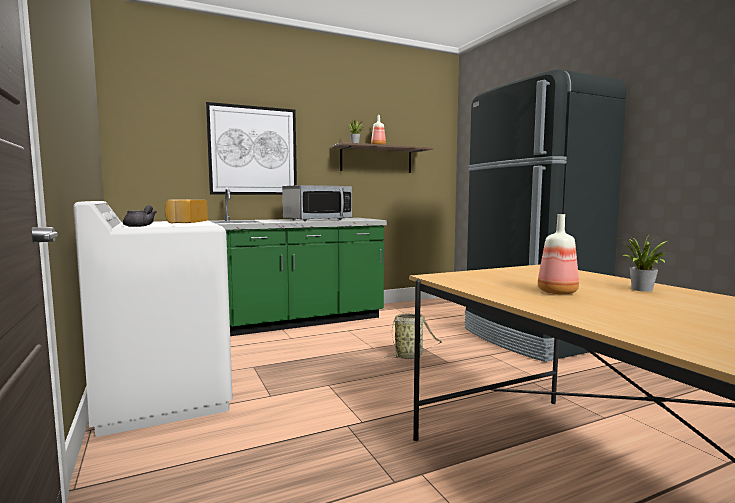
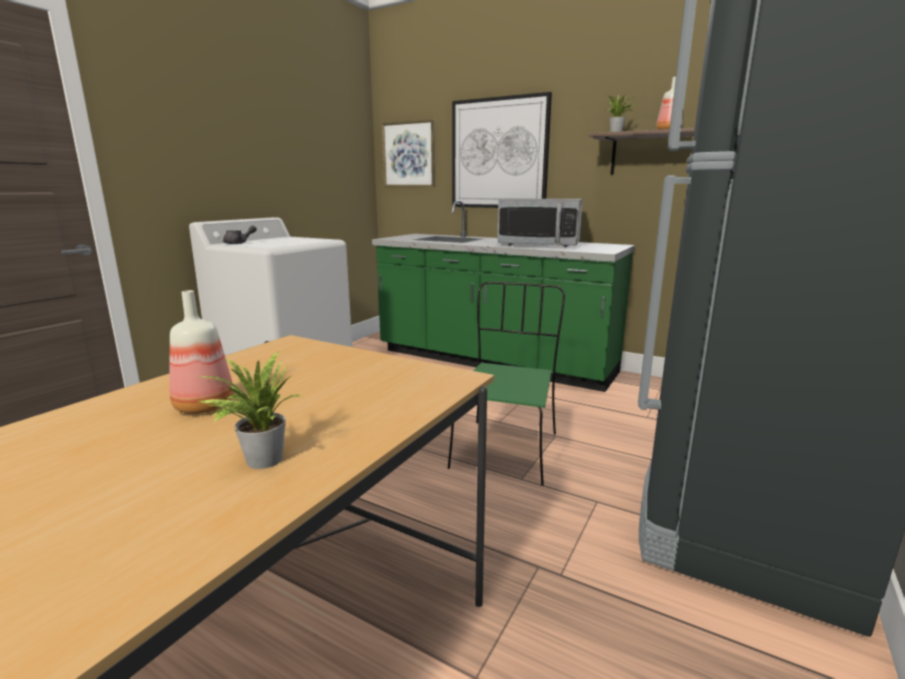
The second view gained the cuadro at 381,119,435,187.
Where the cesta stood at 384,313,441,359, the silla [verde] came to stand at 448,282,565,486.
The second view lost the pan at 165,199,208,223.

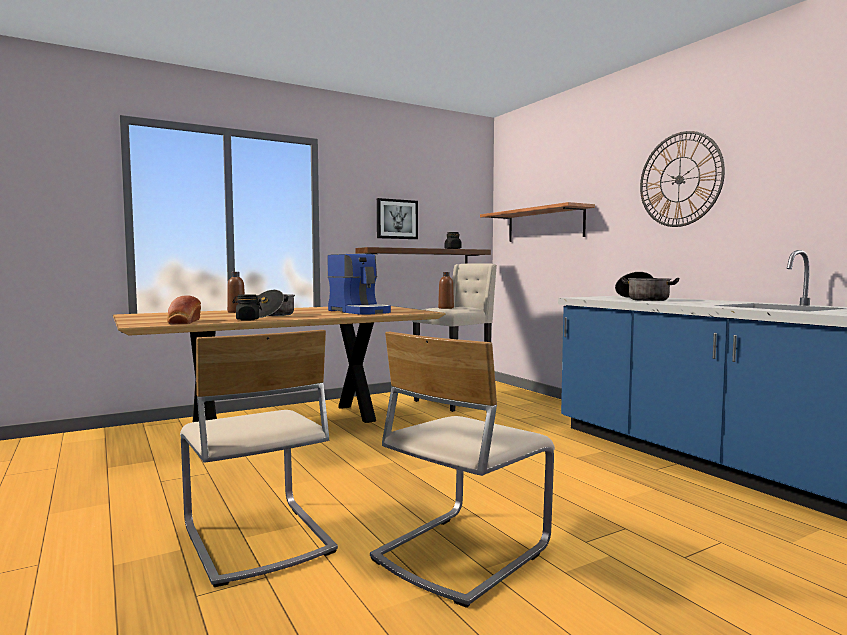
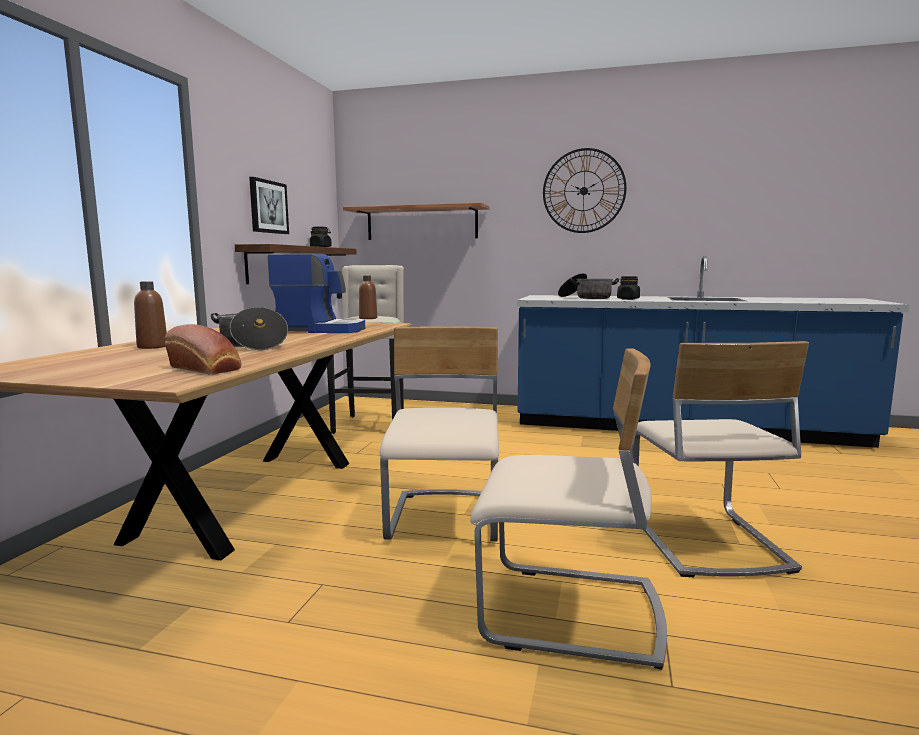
The second view gained the silla [beis] at 380,326,499,541.
The tarro [negro] ended up elsewhere, having gone from 232,294,262,321 to 617,276,640,300.

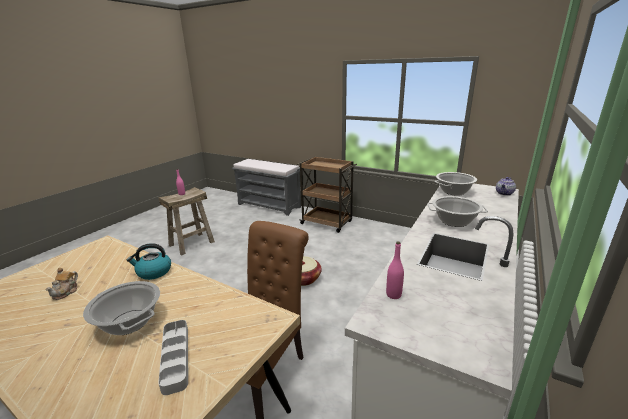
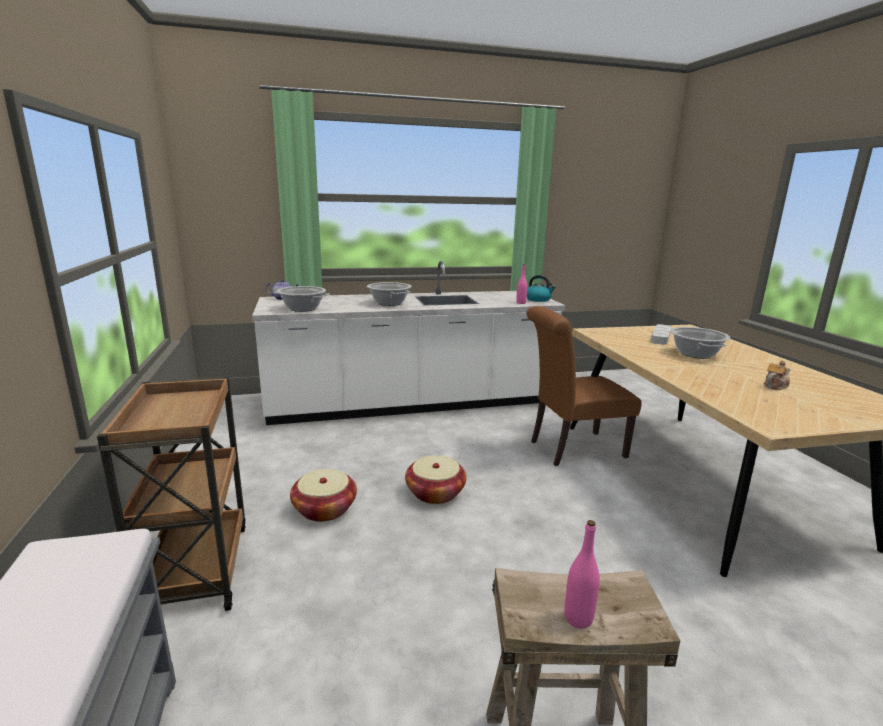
The second view gained the cesta at 290,469,357,522.
The hervidor ended up elsewhere, having gone from 127,243,171,280 to 527,275,556,302.

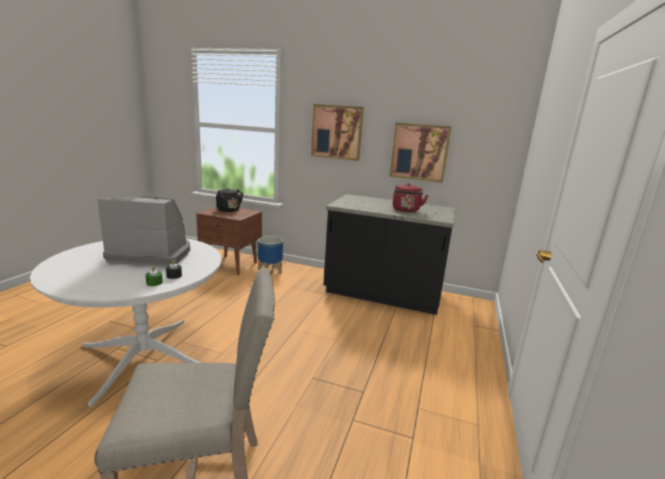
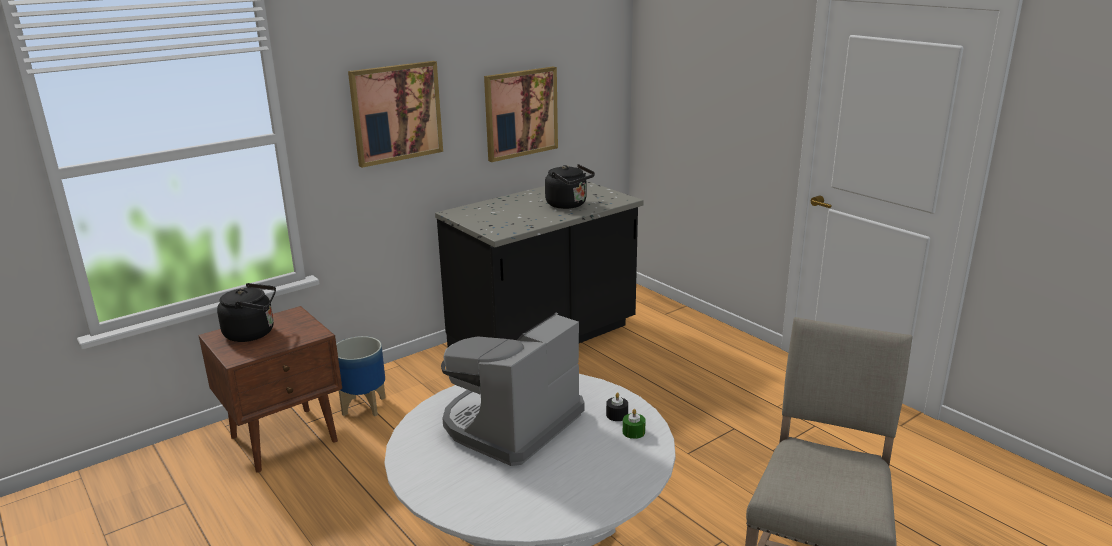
What was the hervidor [rojo] at 393,183,428,212 turned into the hervidor [negro] at 545,164,595,209.

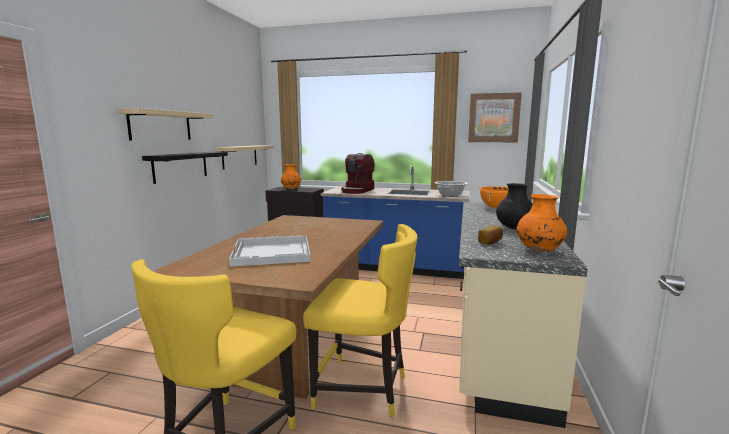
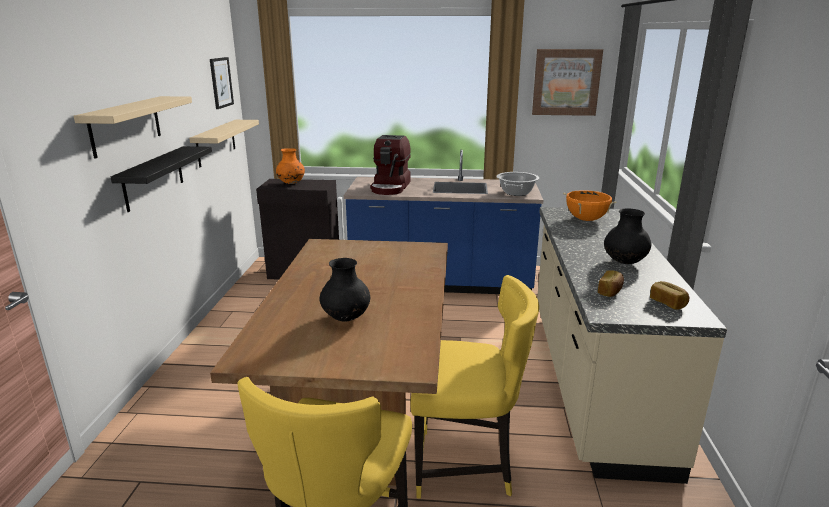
The second view gained the cuadro at 210,57,234,109.
Where the bandeja [blanco] stood at 229,235,310,267, the florero [negro] came to stand at 319,258,370,322.
Where the florero [naranja] stood at 517,194,567,252, the pan came to stand at 650,281,689,310.

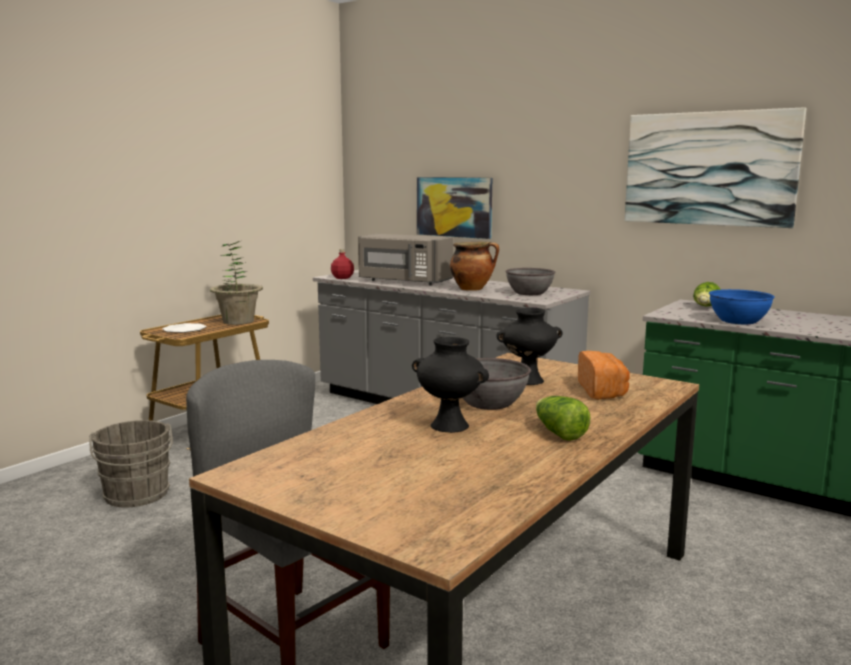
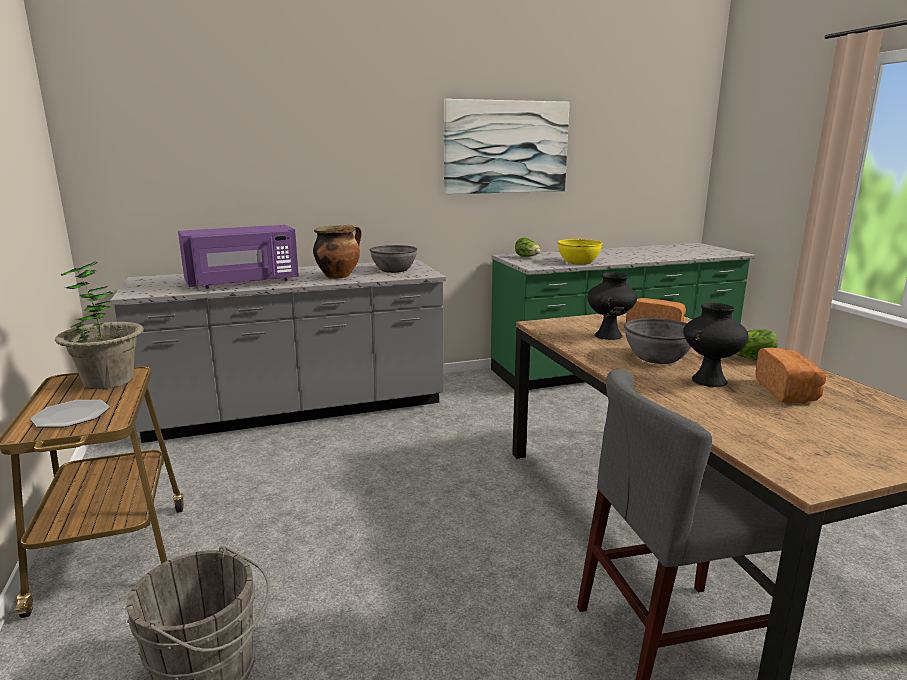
What was the microondas [gris] at 358,234,453,285 turned into the microondas [morado] at 178,225,299,289.
What was the cuenco [azul] at 709,289,775,324 turned into the cuenco [amarillo] at 557,239,603,265.
The second view gained the pan at 755,348,826,404.
The second view lost the botella [rojo] at 331,249,354,279.
The second view lost the cuadro at 417,177,492,239.

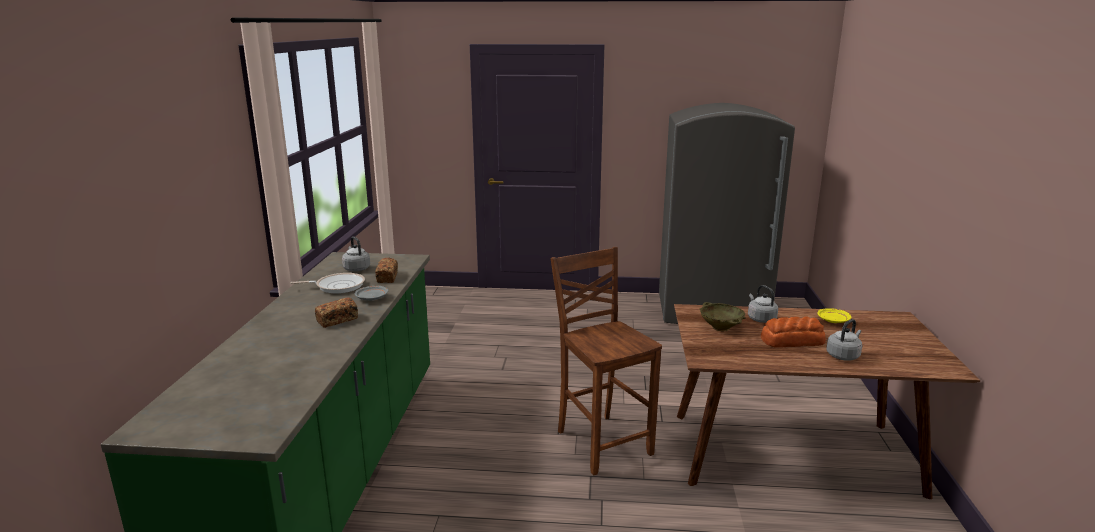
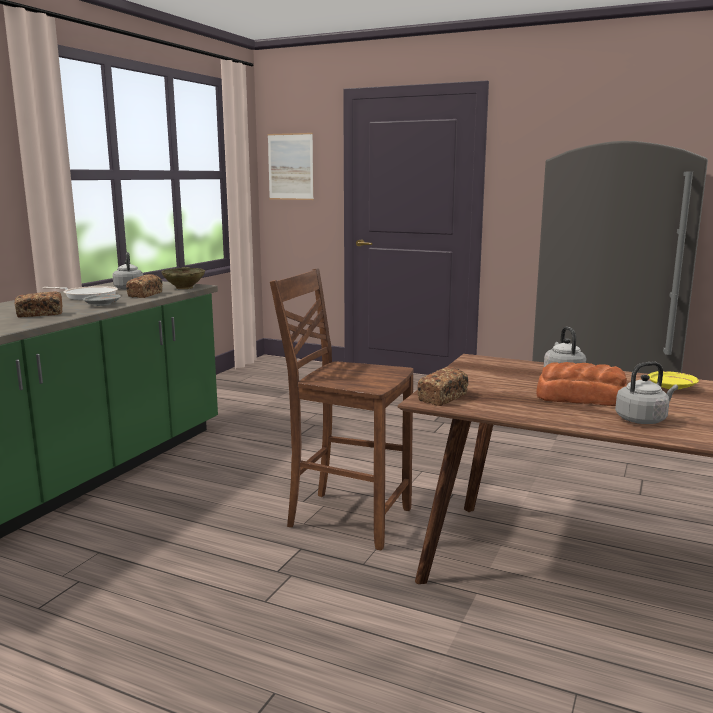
The cuenco [beis] ended up elsewhere, having gone from 700,302,746,331 to 161,267,205,289.
The second view gained the cuadro at 267,133,314,200.
The silla [marrón] at 551,247,662,475 ended up facing another way, 60 degrees counterclockwise from before.
The second view gained the pan at 417,367,468,406.

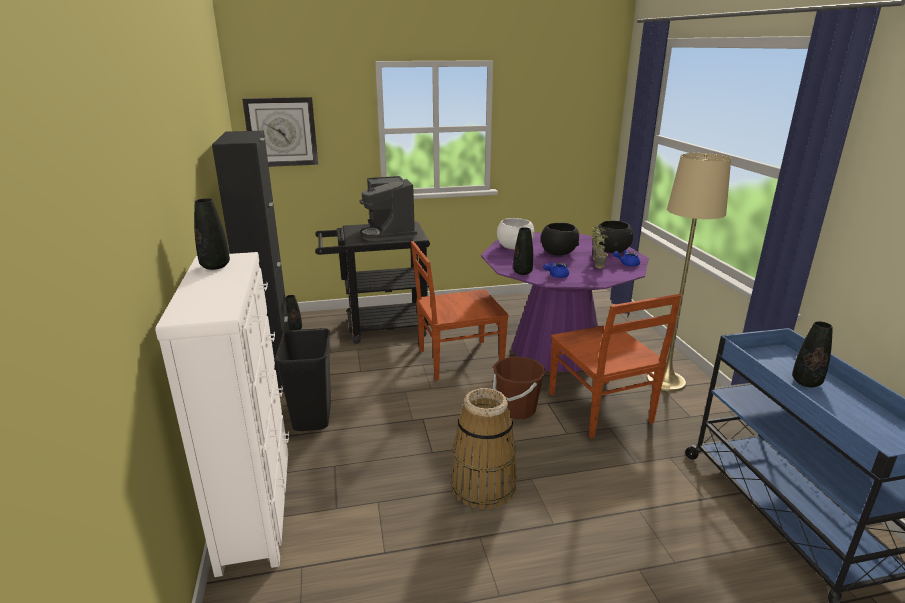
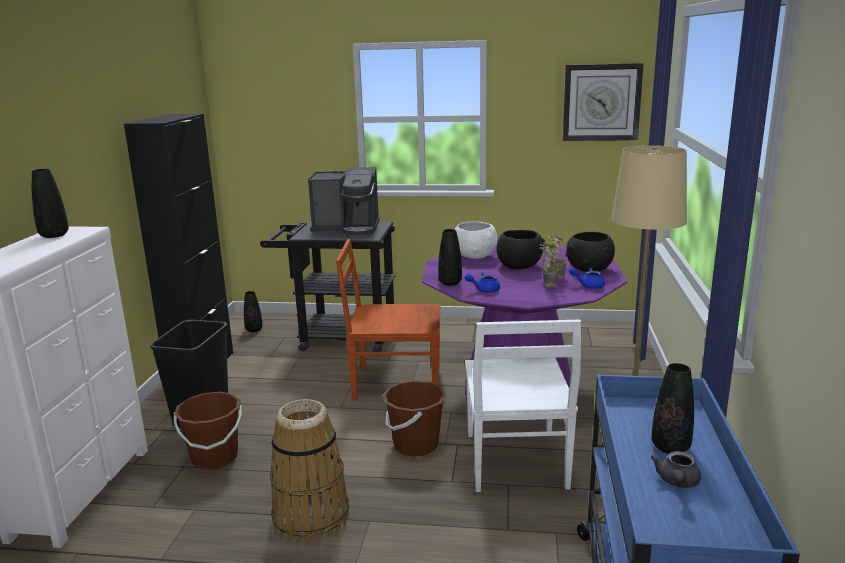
The second view gained the cubo [marrón] at 174,392,242,469.
The cafetera at 360,176,417,241 ended up facing another way, 90 degrees counterclockwise from before.
What was the silla [marrón] at 549,294,681,439 turned into the silla [blanco] at 465,320,581,492.
The reloj de pared ended up elsewhere, having gone from 242,97,318,167 to 563,63,644,141.
The second view gained the tetera [gris] at 651,451,701,488.

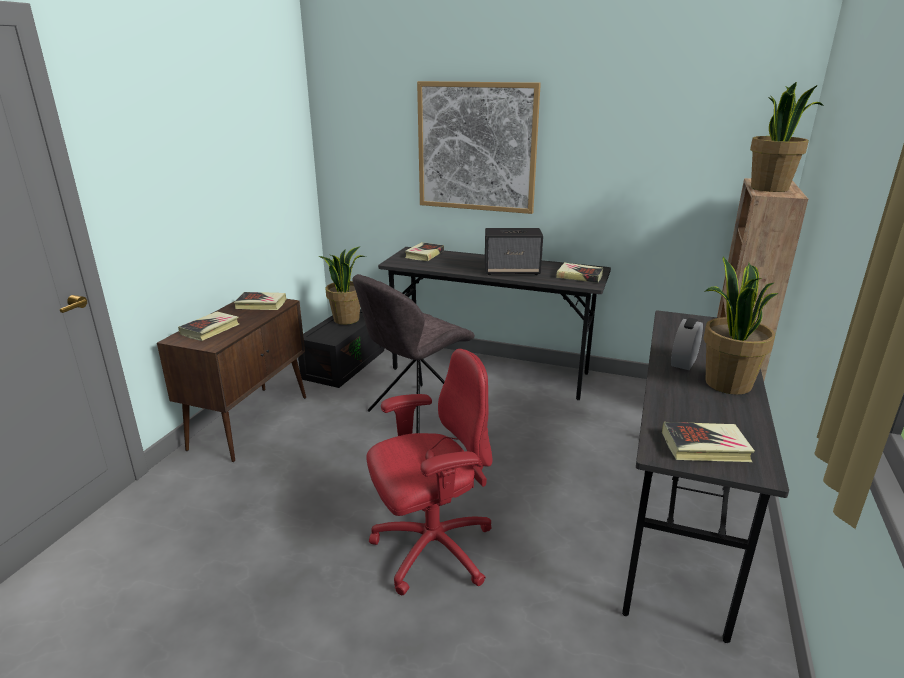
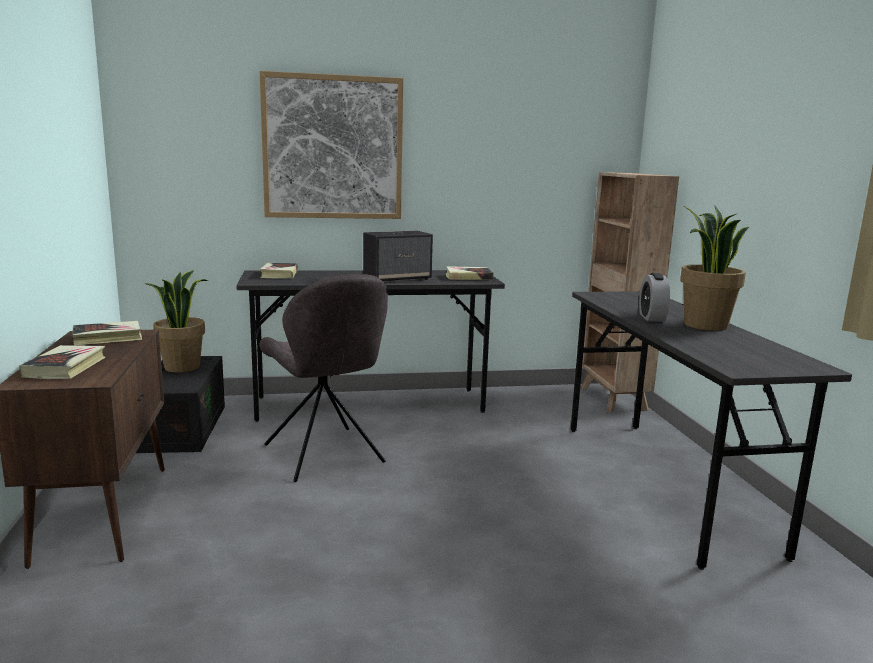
The silla [gris] at 352,274,475,433 ended up facing another way, 45 degrees counterclockwise from before.
The second view lost the silla de oficina [rojo] at 366,349,493,595.
The second view lost the libro at 662,422,755,462.
The second view lost the planta en maceta at 750,81,824,192.

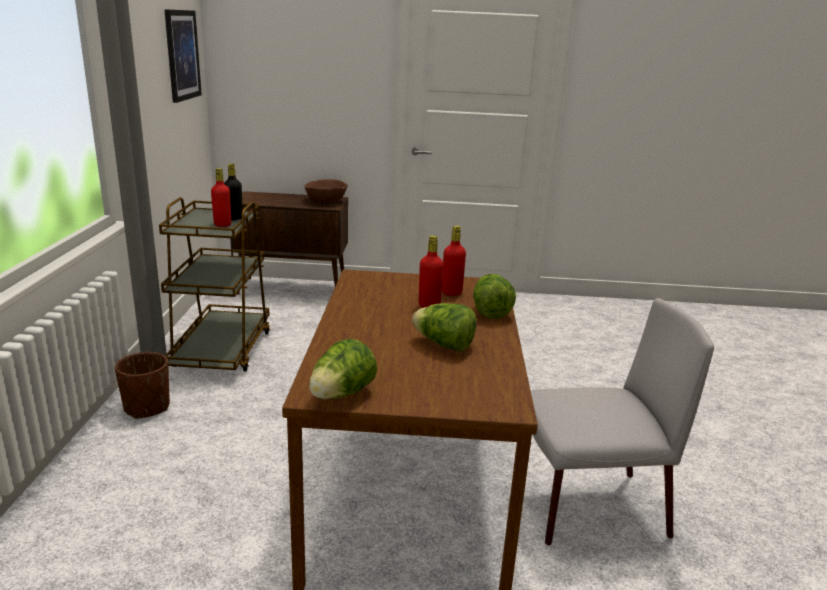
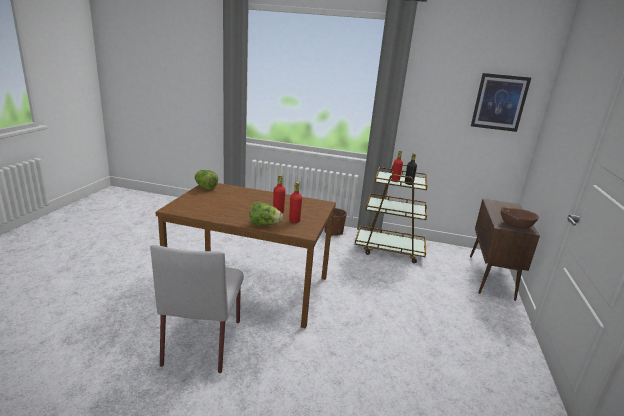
The second view lost the lechuga at 412,303,476,352.

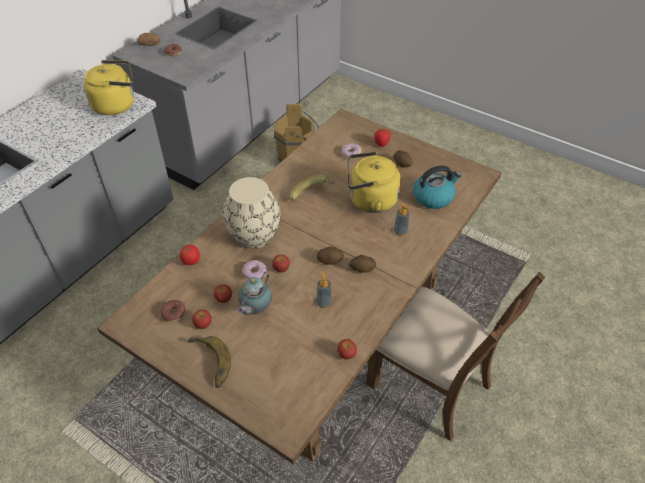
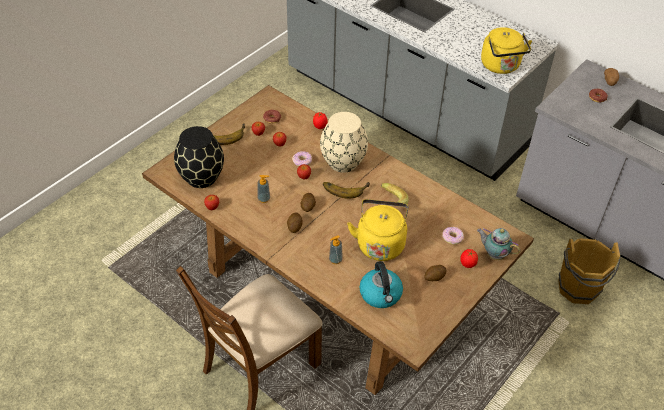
The second view gained the florero [negro] at 174,126,224,188.
The second view gained the plátano at 323,182,370,199.
The tetera ended up elsewhere, having gone from 237,271,272,315 to 477,228,520,260.

